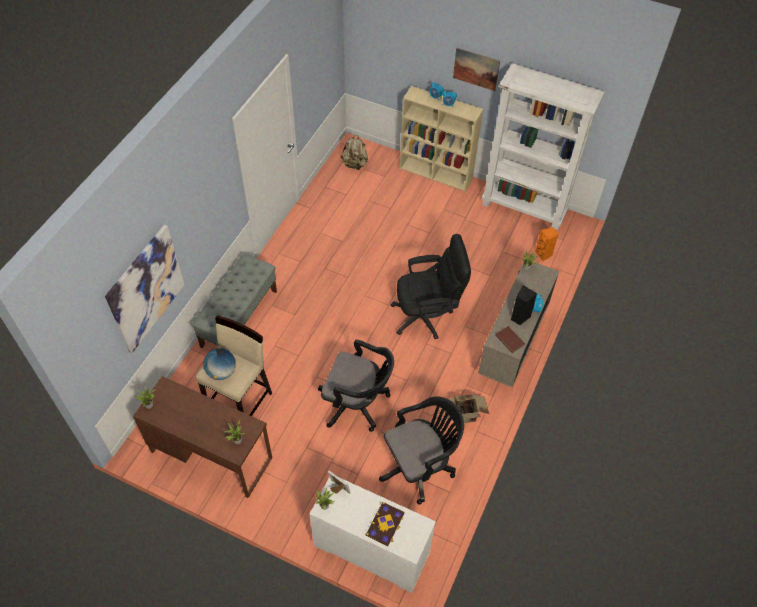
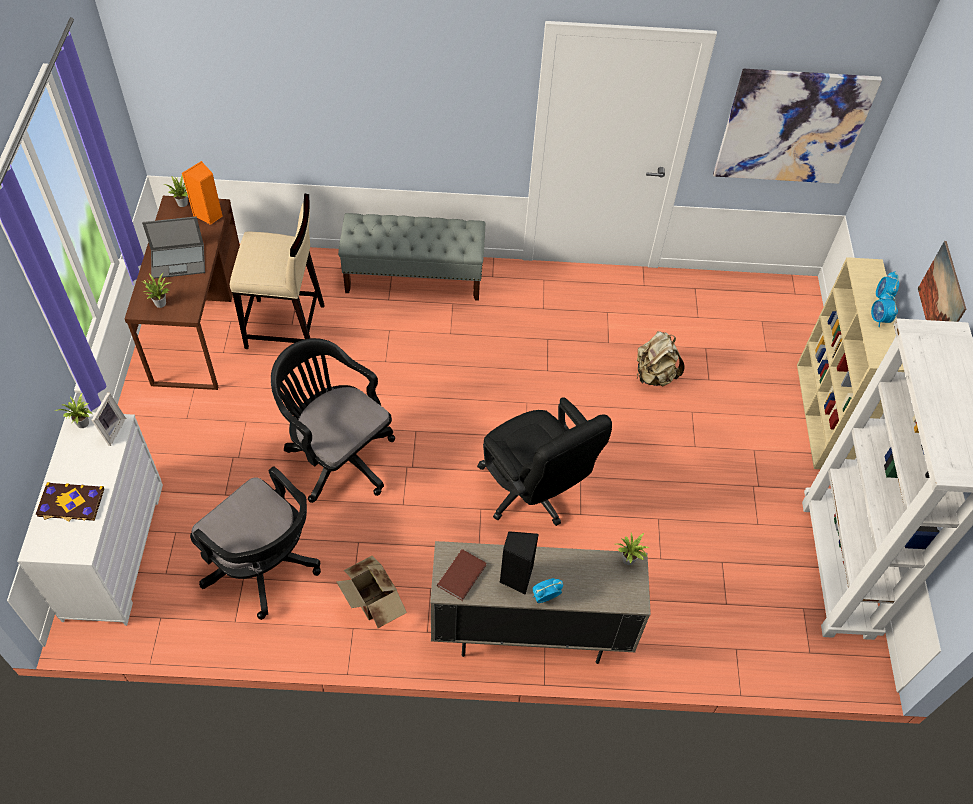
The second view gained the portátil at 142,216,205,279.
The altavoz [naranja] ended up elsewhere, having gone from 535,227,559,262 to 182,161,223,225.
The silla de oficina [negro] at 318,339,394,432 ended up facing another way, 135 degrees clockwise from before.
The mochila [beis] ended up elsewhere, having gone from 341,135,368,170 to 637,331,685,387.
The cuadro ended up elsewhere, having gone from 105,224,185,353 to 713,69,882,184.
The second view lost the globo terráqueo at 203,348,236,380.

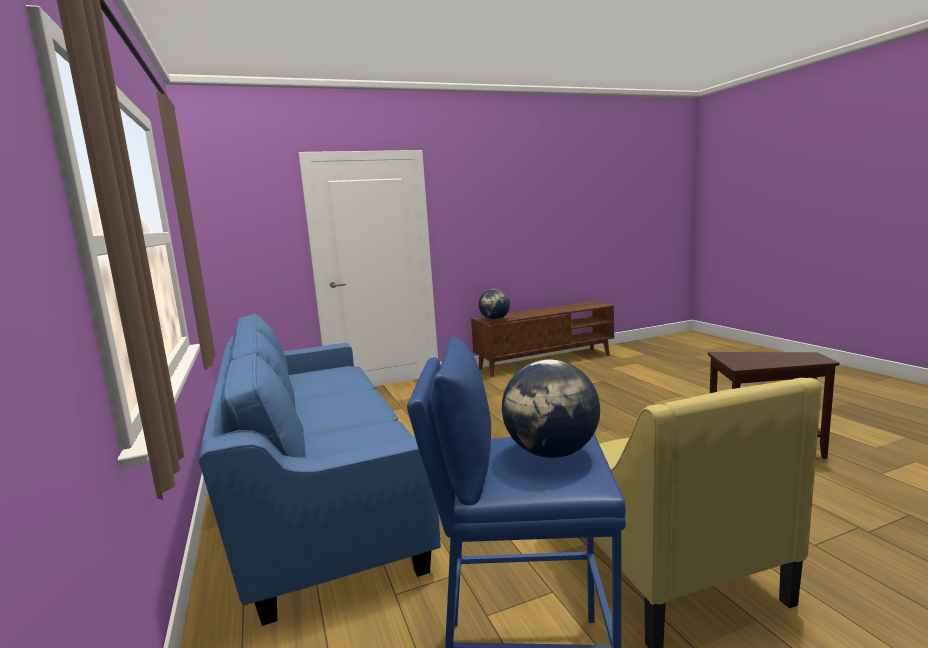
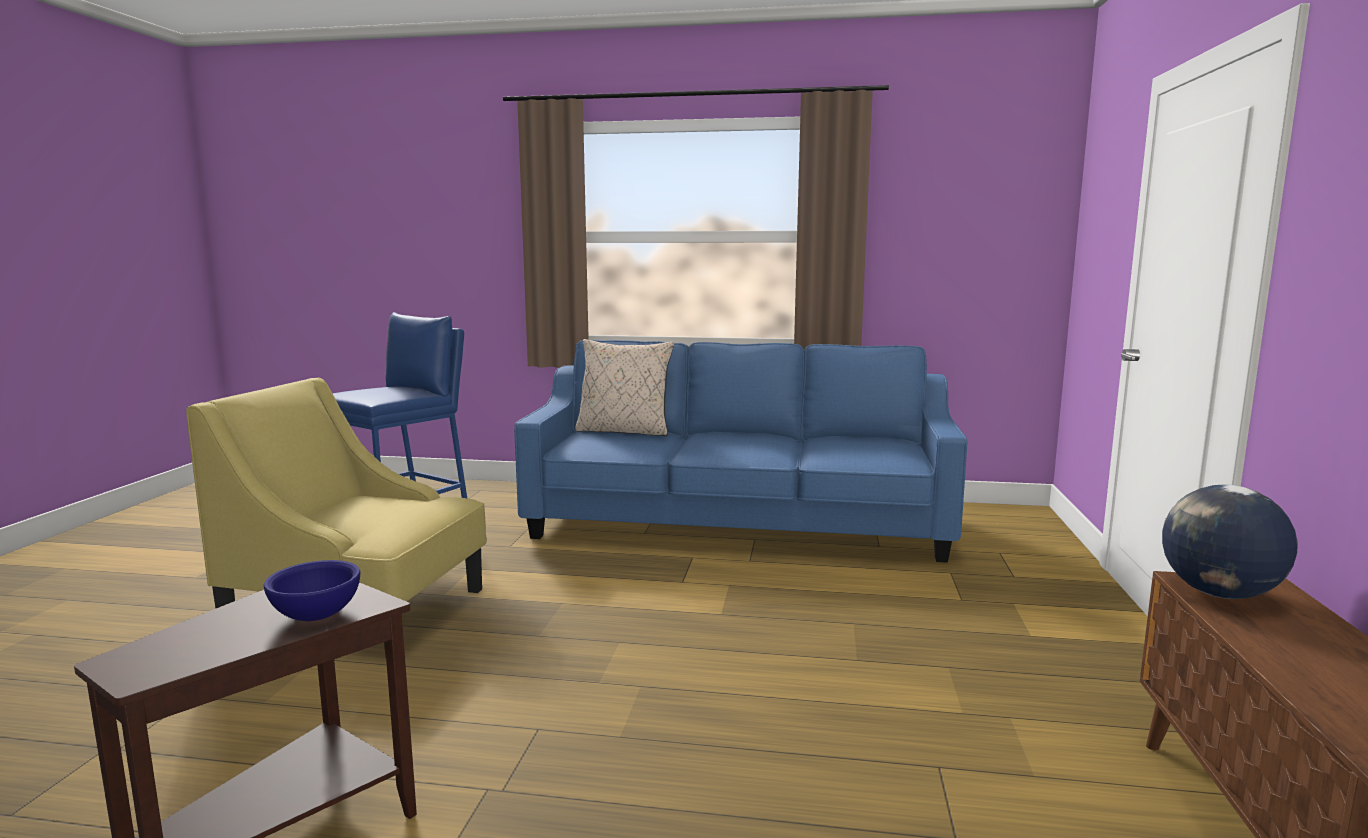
The second view gained the cuenco [azul] at 264,560,360,621.
The second view gained the cojín [beis] at 575,339,674,436.
The second view lost the globo terráqueo at 502,359,600,458.

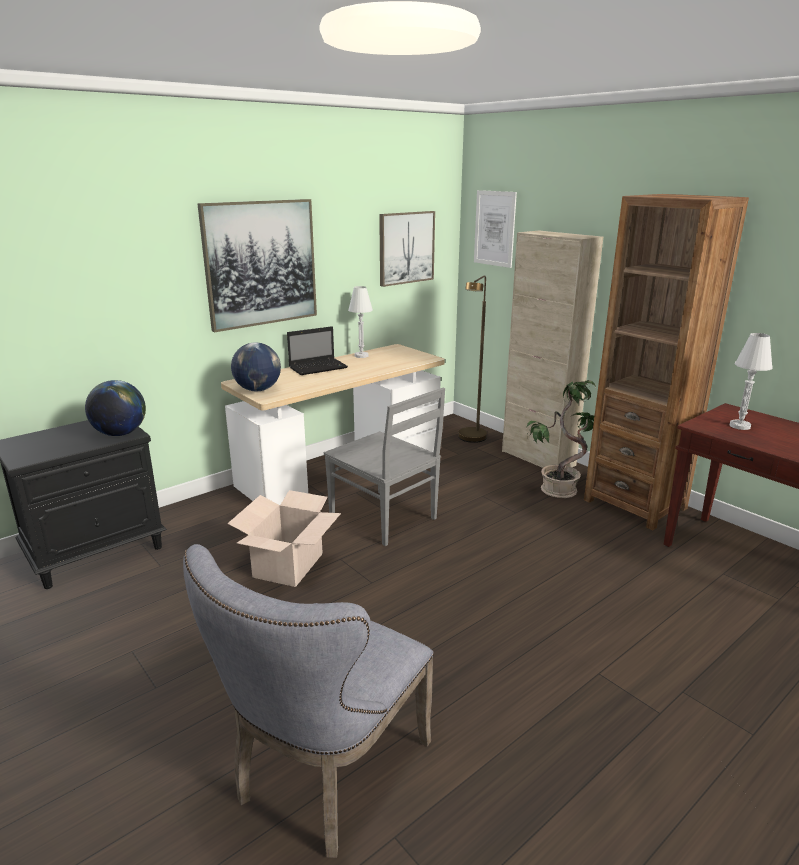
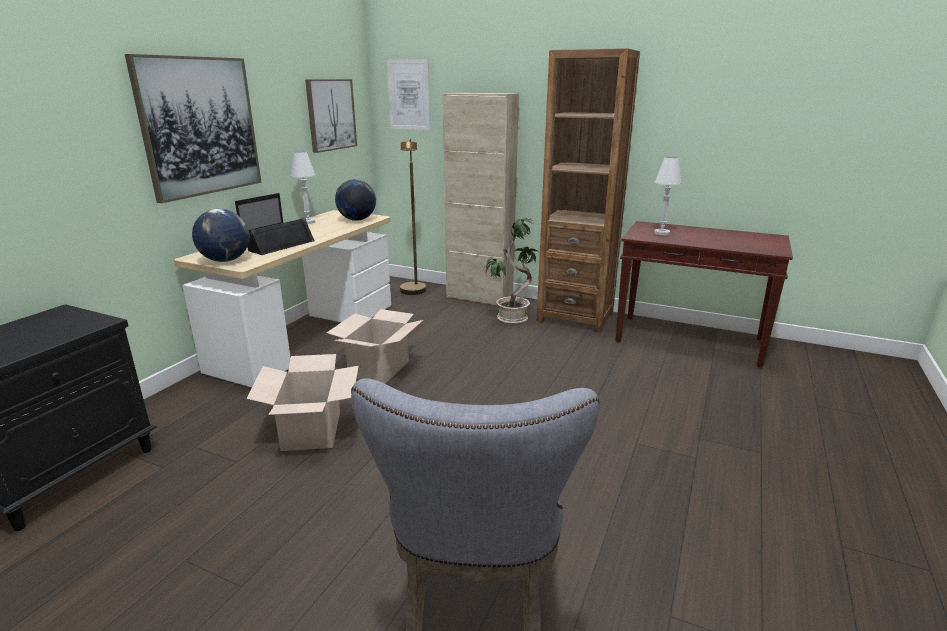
The second view gained the altavoz [negro] at 247,218,315,255.
Where the silla [gris] stood at 324,388,445,546, the caja de cartón came to stand at 327,309,423,384.
The globo terráqueo ended up elsewhere, having gone from 85,380,146,436 to 335,179,376,221.

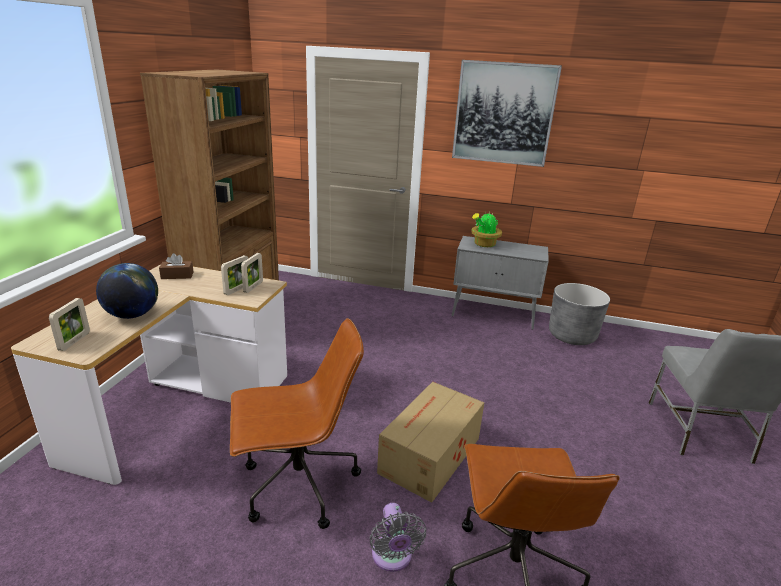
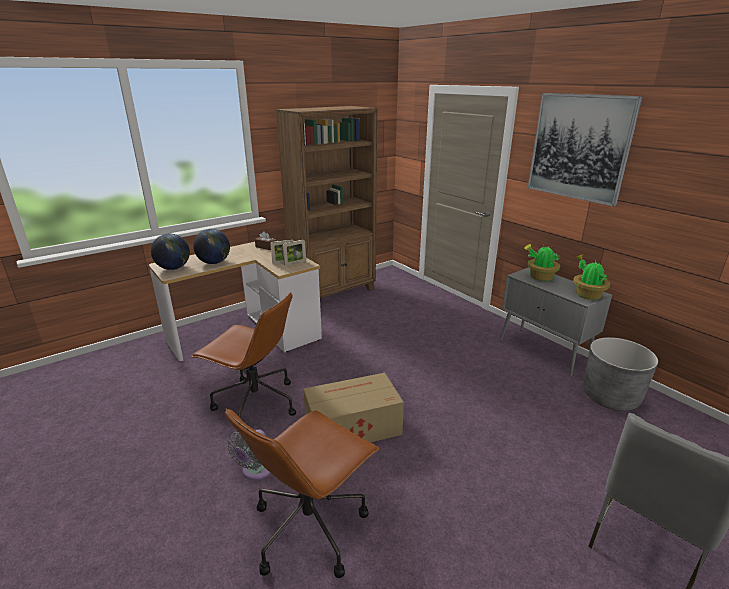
Where the portarretratos stood at 49,298,90,351, the globo terráqueo came to stand at 151,234,190,270.
The second view gained the planta en maceta at 573,254,610,300.

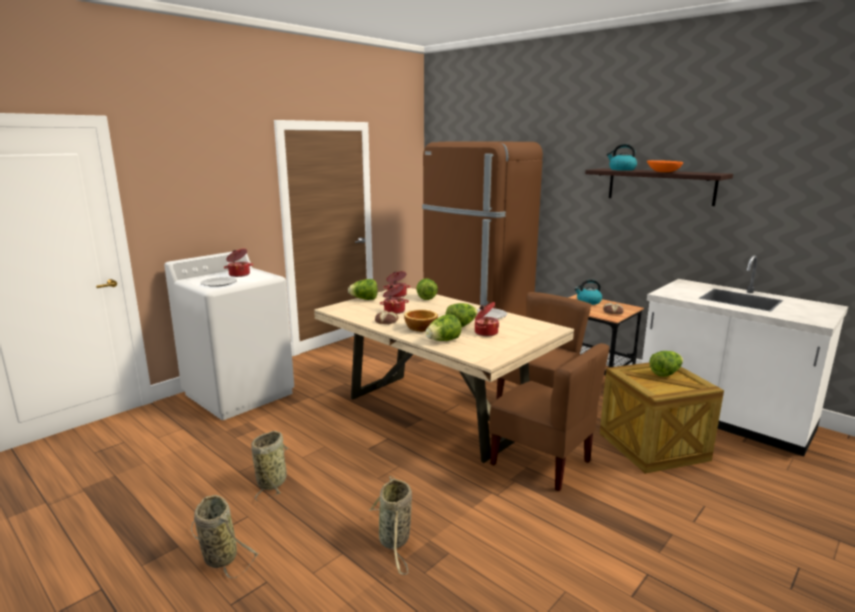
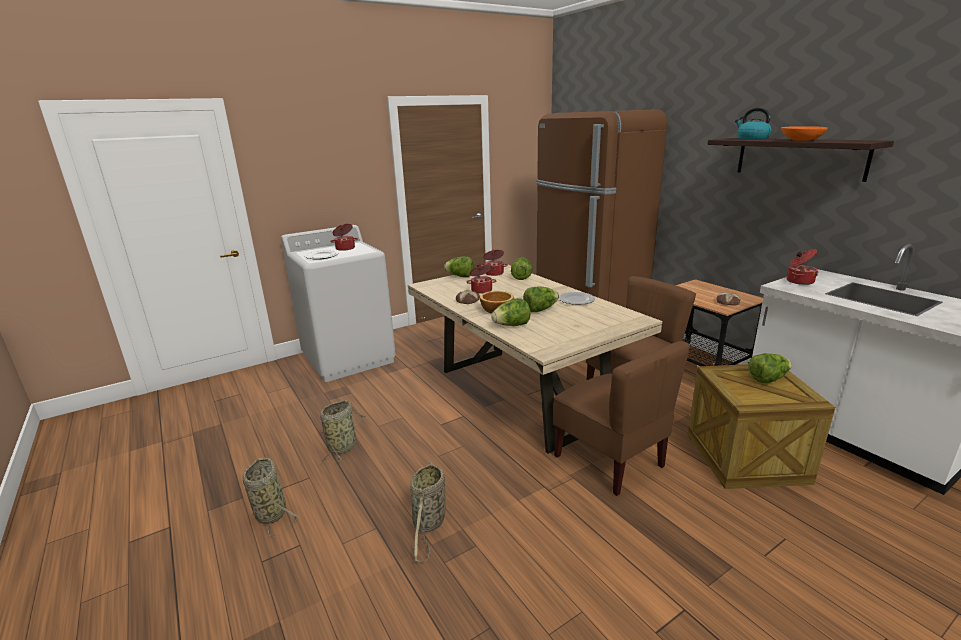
The olla ended up elsewhere, having gone from 475,302,499,336 to 787,249,818,285.
The second view lost the hervidor at 574,279,602,305.

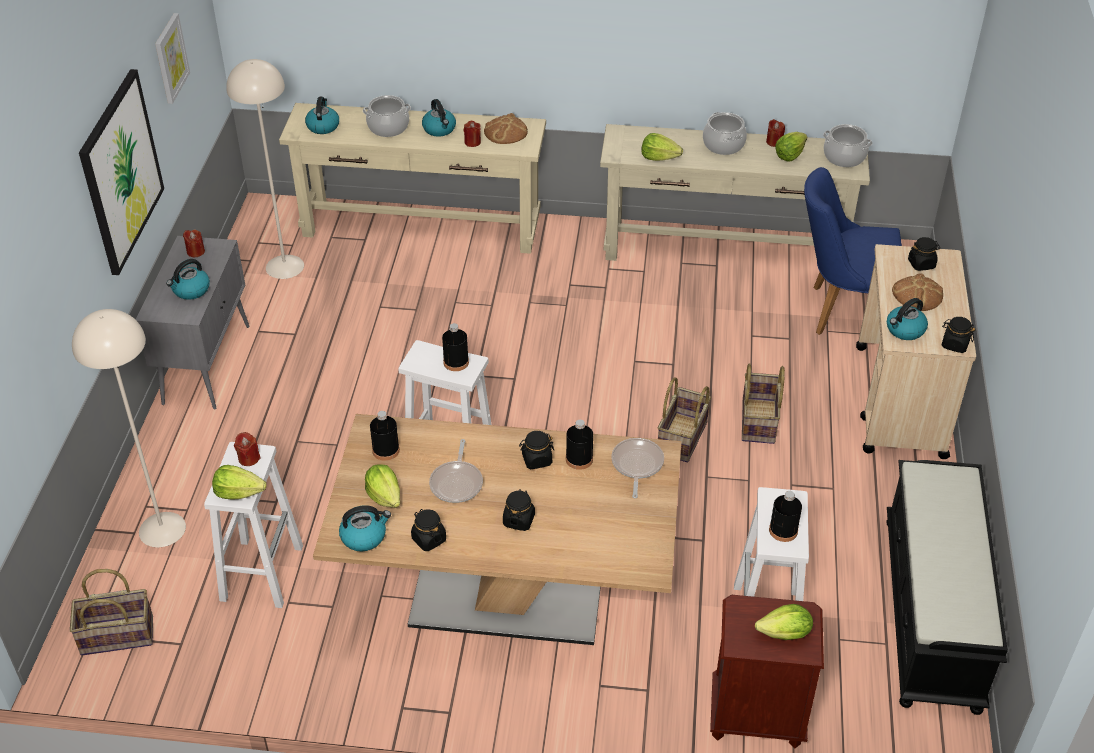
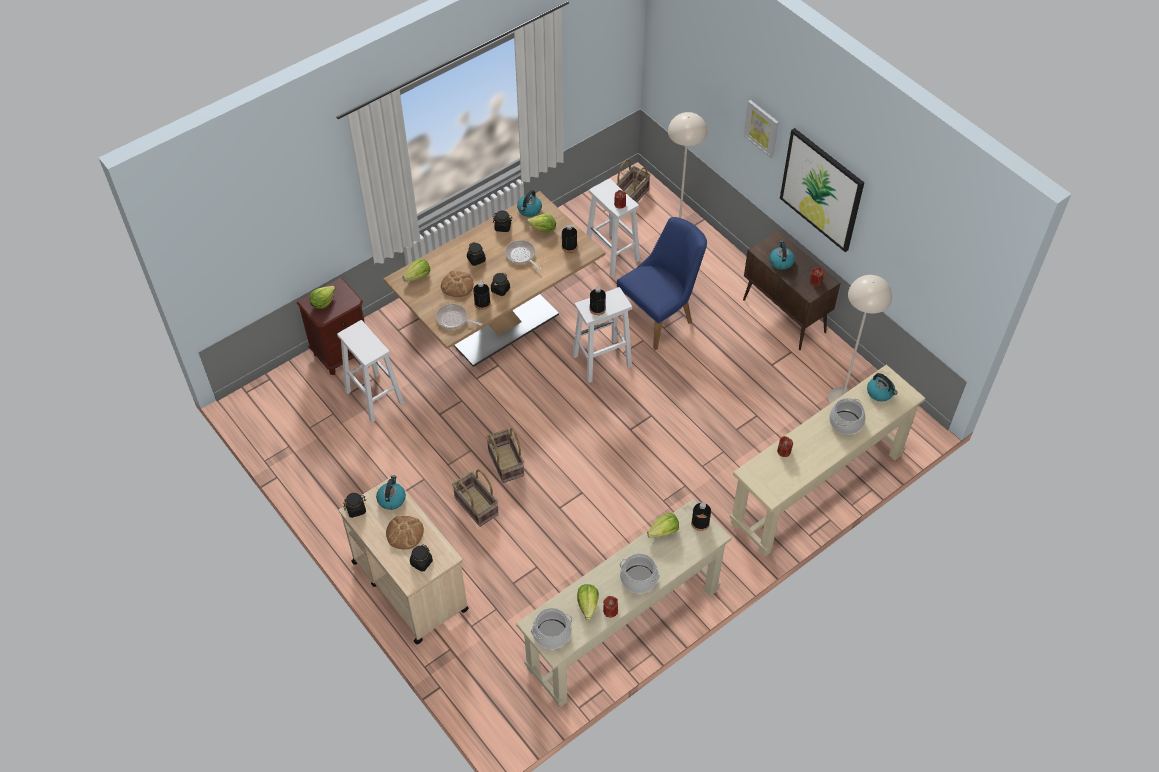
The lechuga ended up elsewhere, having gone from 212,465,267,500 to 403,259,430,281.
The sartén at 611,438,664,498 ended up facing another way, 150 degrees clockwise from before.
The pan ended up elsewhere, having gone from 484,113,528,144 to 441,271,474,297.
The silla [azul] ended up elsewhere, having gone from 804,167,902,335 to 617,217,707,350.
The botella [negro] ended up elsewhere, having gone from 769,491,802,542 to 691,502,711,531.
What was the armario [gris] at 136,236,250,410 turned into the armario [marrón] at 743,231,841,350.
The cuadro ended up elsewhere, having gone from 155,13,190,104 to 744,100,779,158.
The second view lost the hervidor at 422,99,456,137.
The second view lost the banco [negro] at 886,460,1008,715.

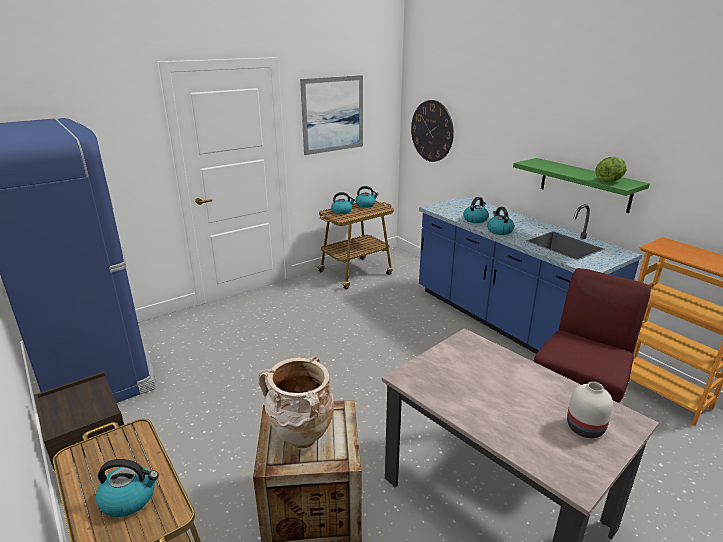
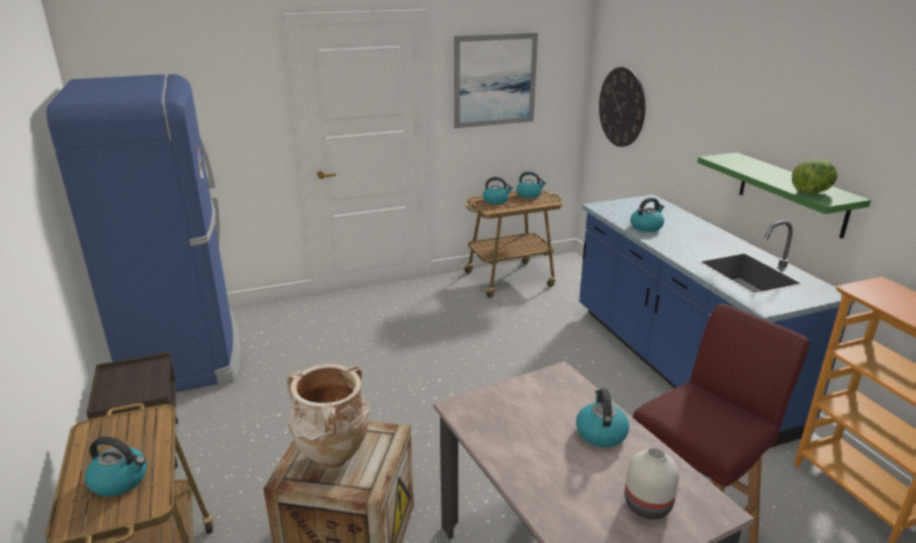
The hervidor ended up elsewhere, having gone from 487,207,514,235 to 576,389,629,447.

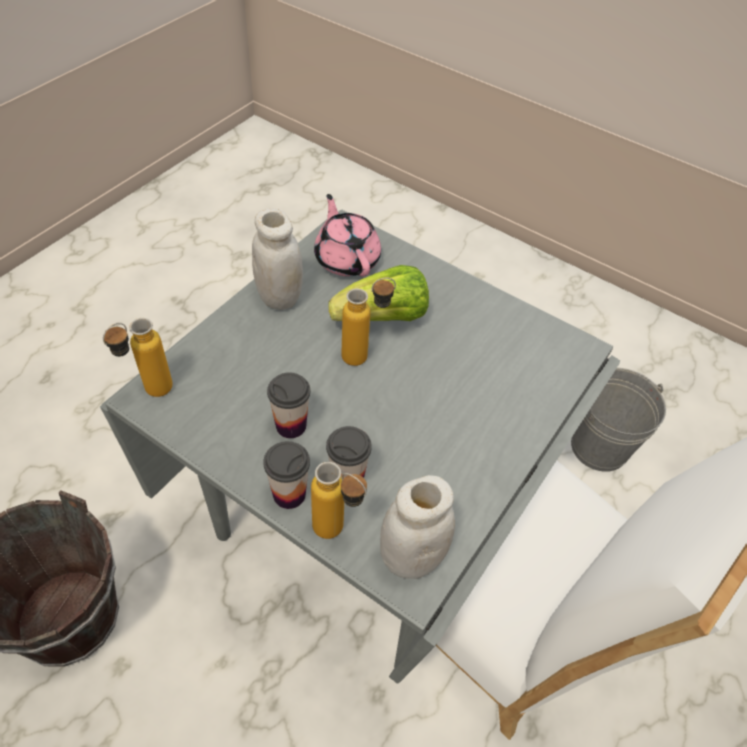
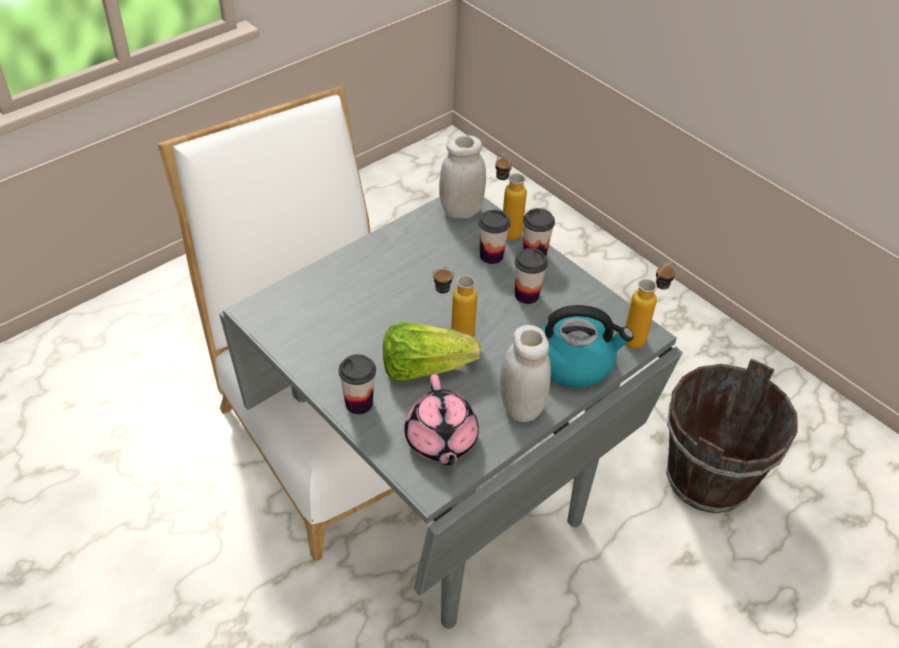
The second view gained the taza at 339,354,376,414.
The second view gained the hervidor at 541,305,634,388.
The second view lost the cubo [gris] at 571,368,666,472.

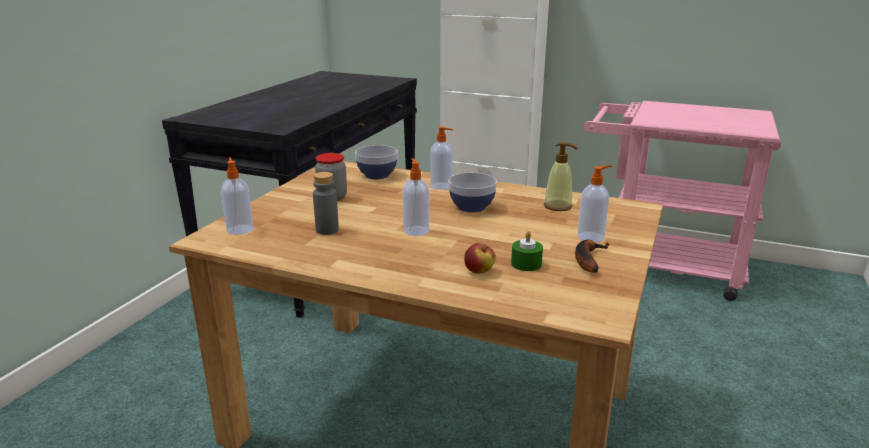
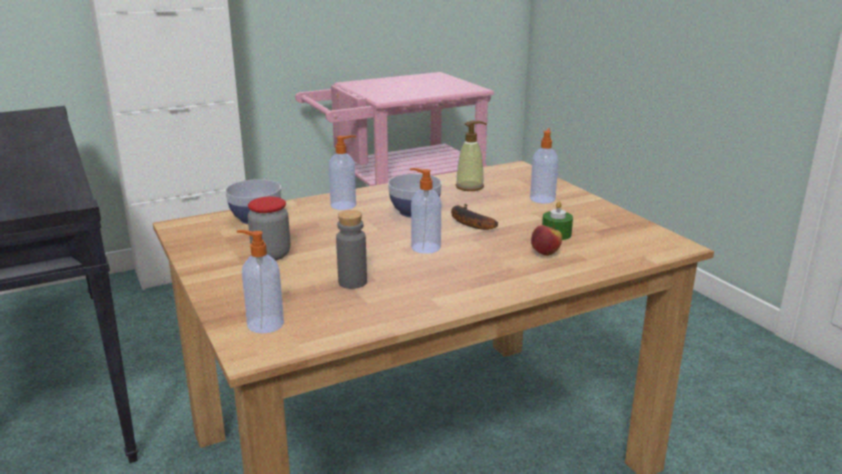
The plátano ended up elsewhere, having gone from 575,240,610,272 to 451,204,498,230.

